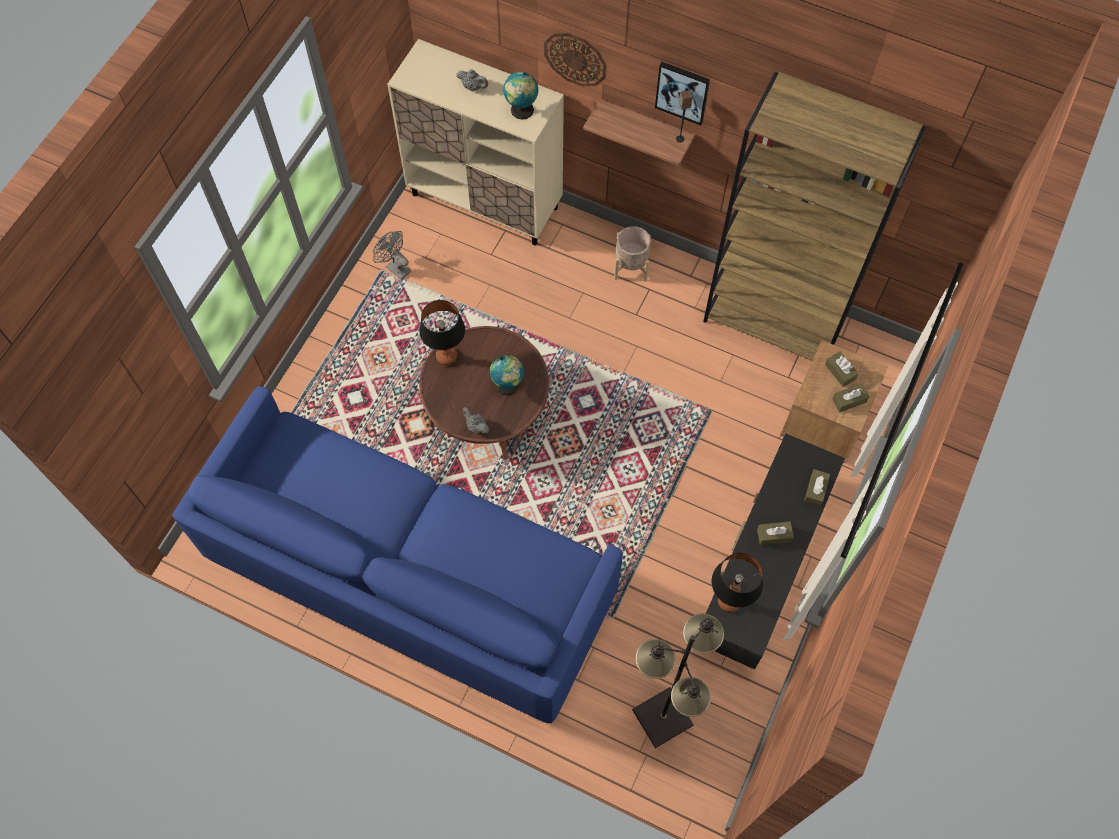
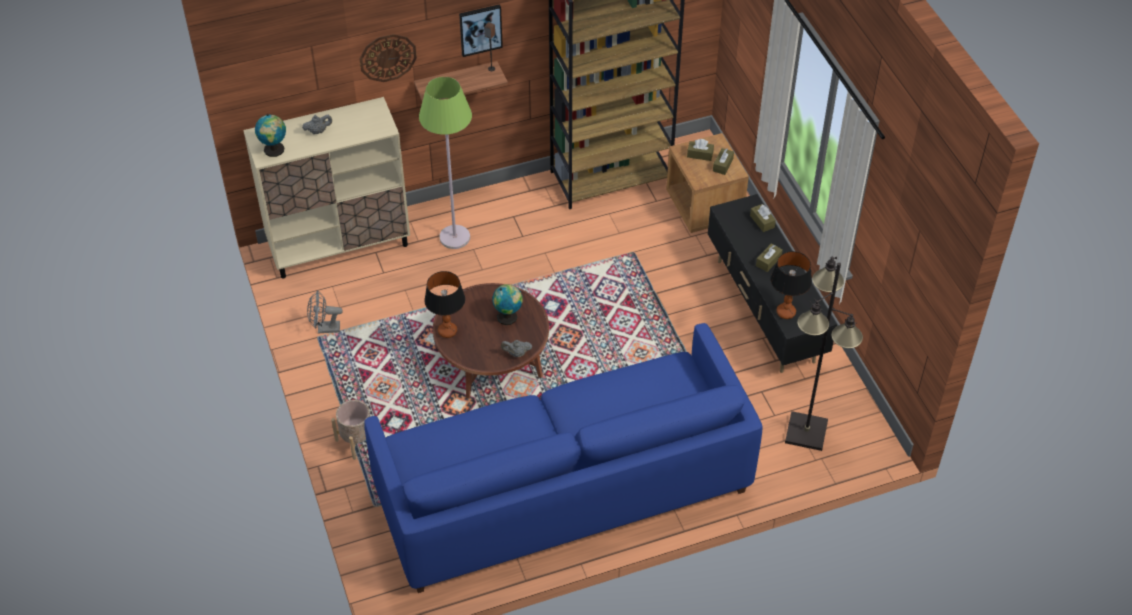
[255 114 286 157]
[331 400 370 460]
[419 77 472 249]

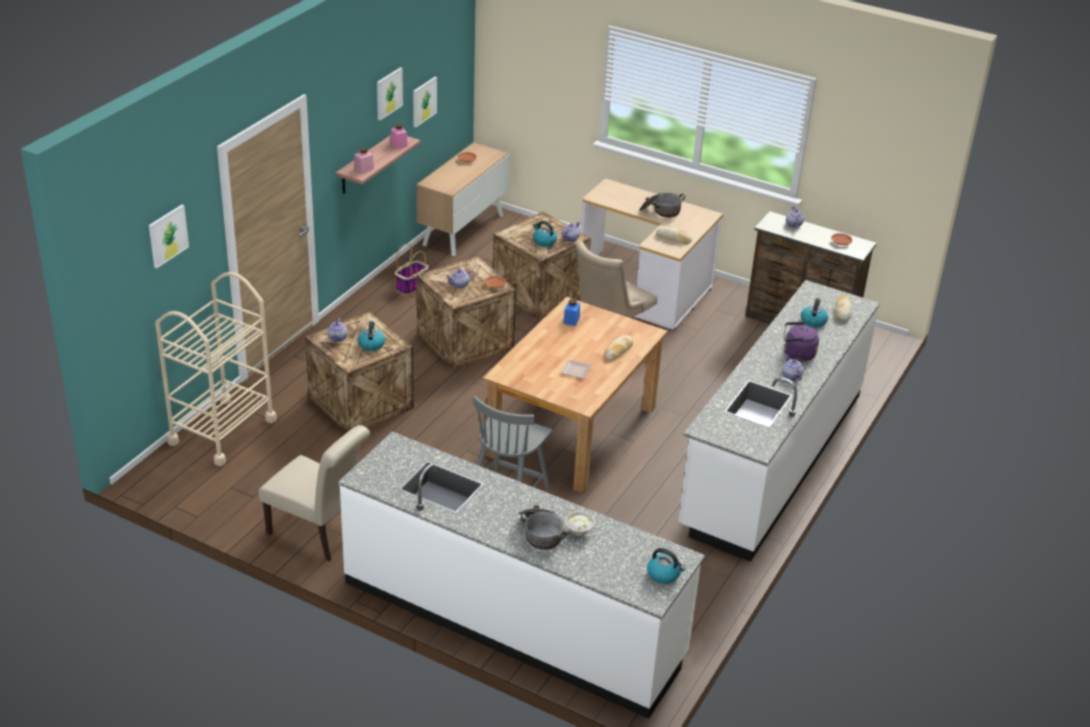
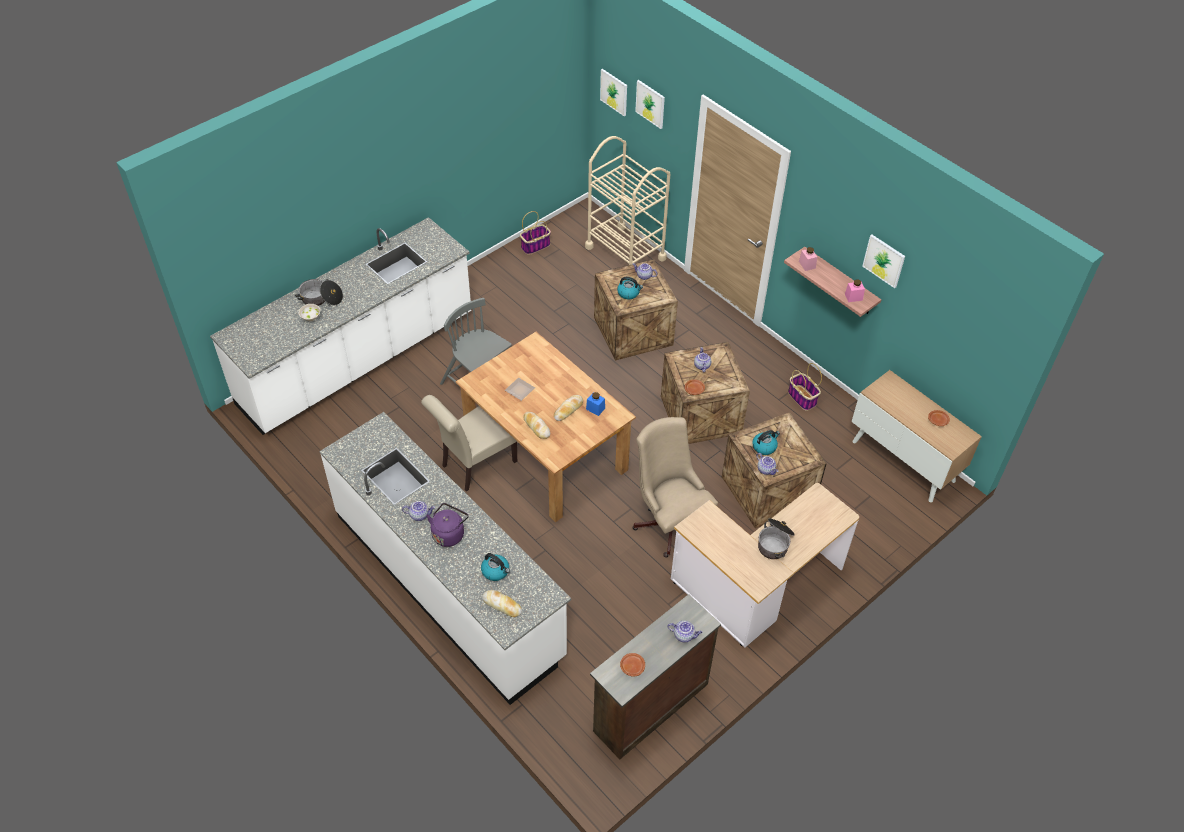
[421 395 517 492]
[600 69 627 116]
[647 548 685 584] (first image)
[554 395 583 421]
[520 211 551 255]

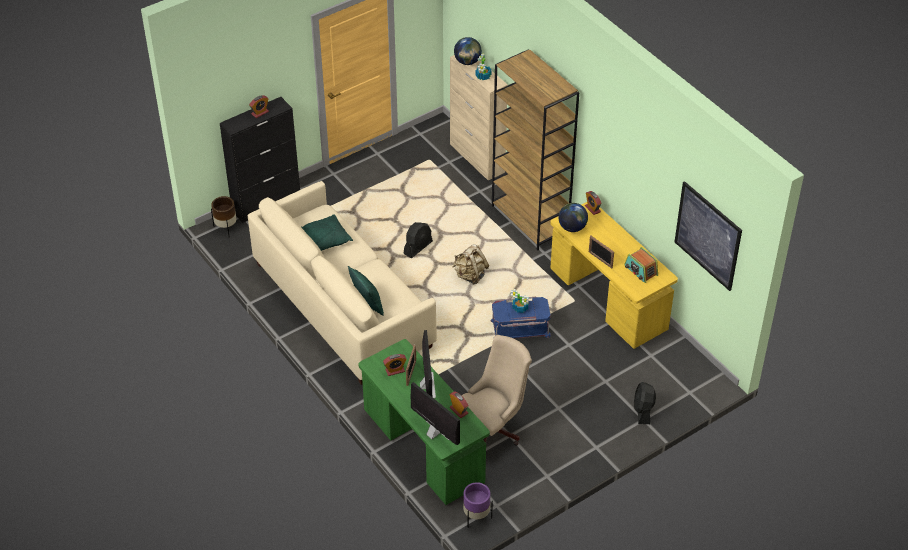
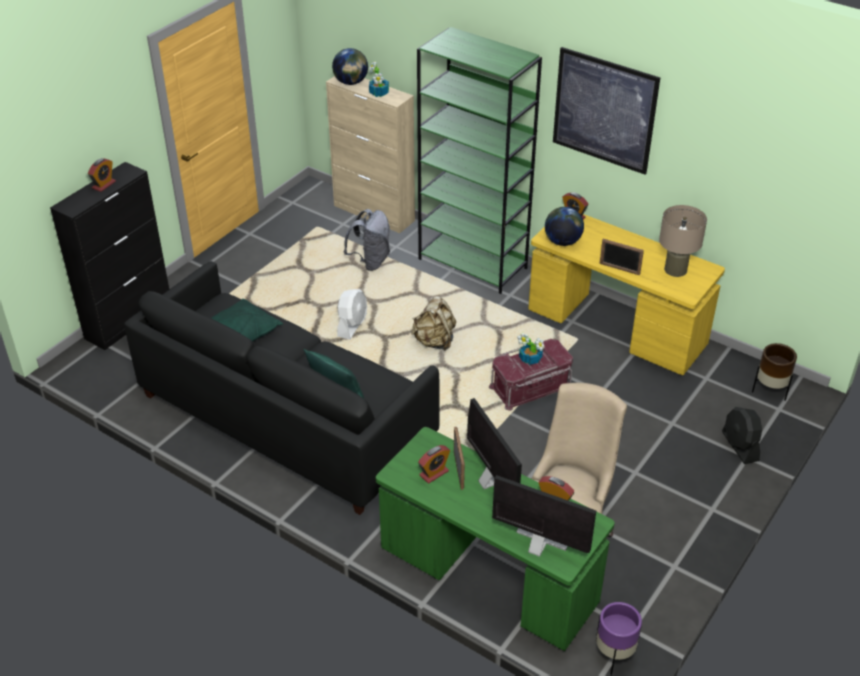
[752 343 797 401]
[124 261 440 515]
[337 289 367 340]
[489 339 573 411]
[417 27 542 294]
[659 205 707 277]
[553 47 660 174]
[344 209 390 271]

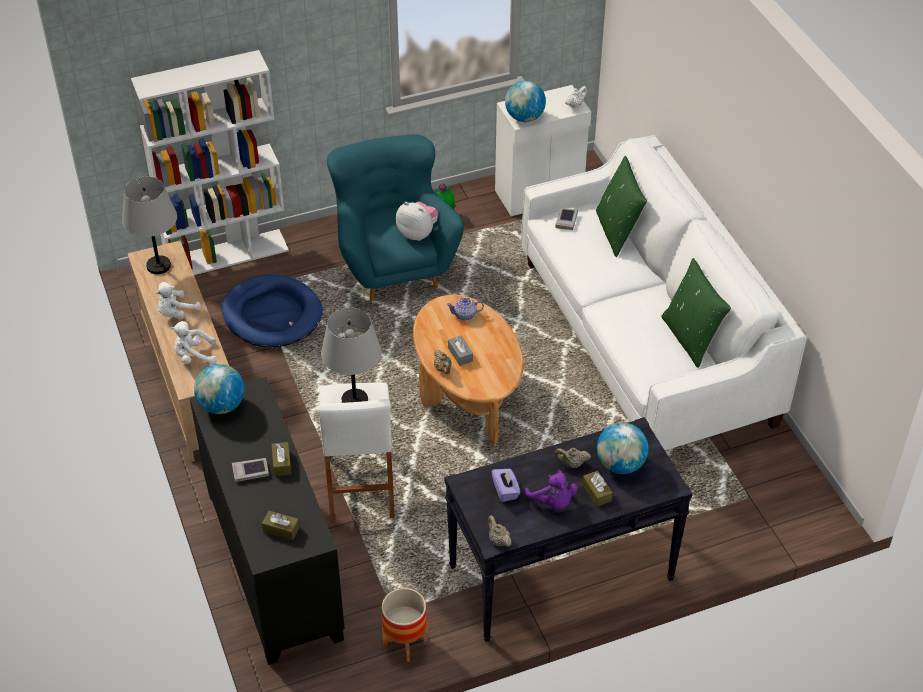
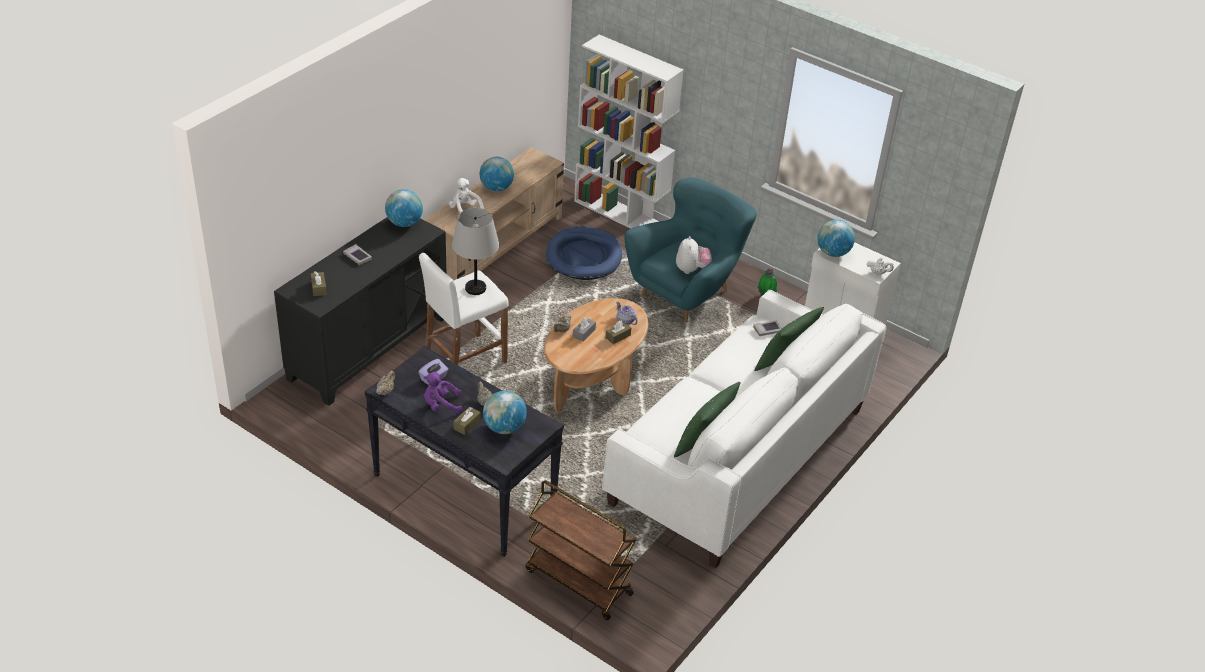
[122 177 177 274] (first image)
[480 157 514 191]
[605 321 631 344]
[382 588 428 662] (first image)
[424 372 462 414]
[525 480 636 620]

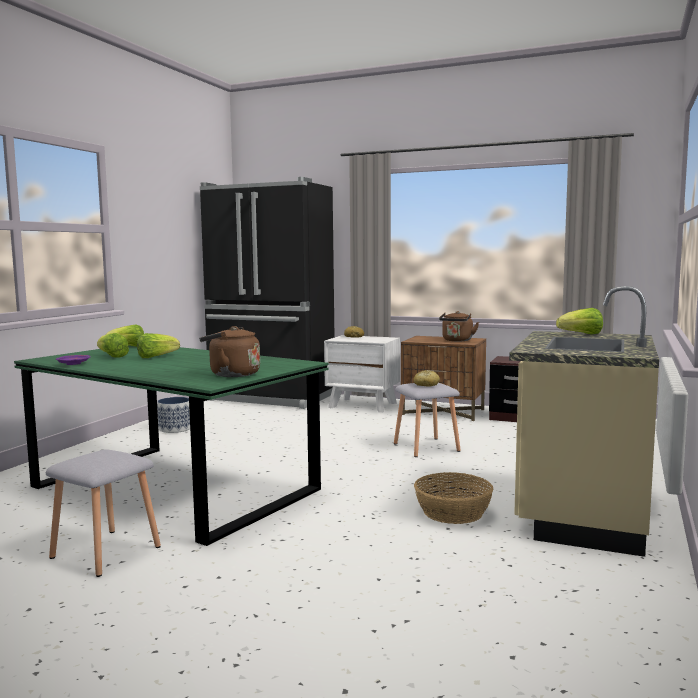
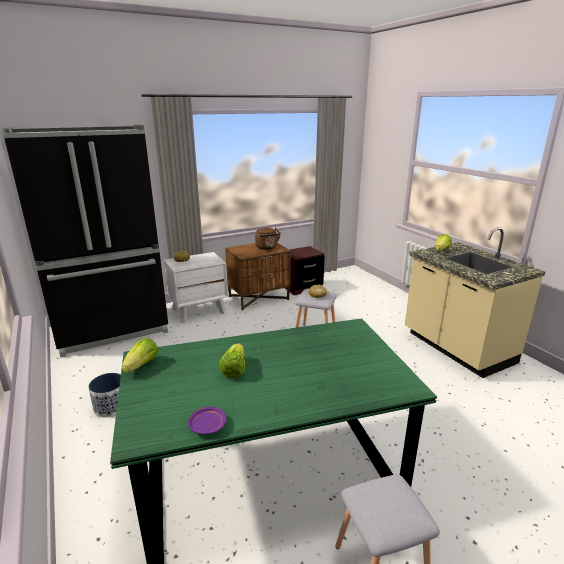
[97 333 129 358] (first image)
[199 326 260 377] (first image)
[414 472 494 524] (first image)

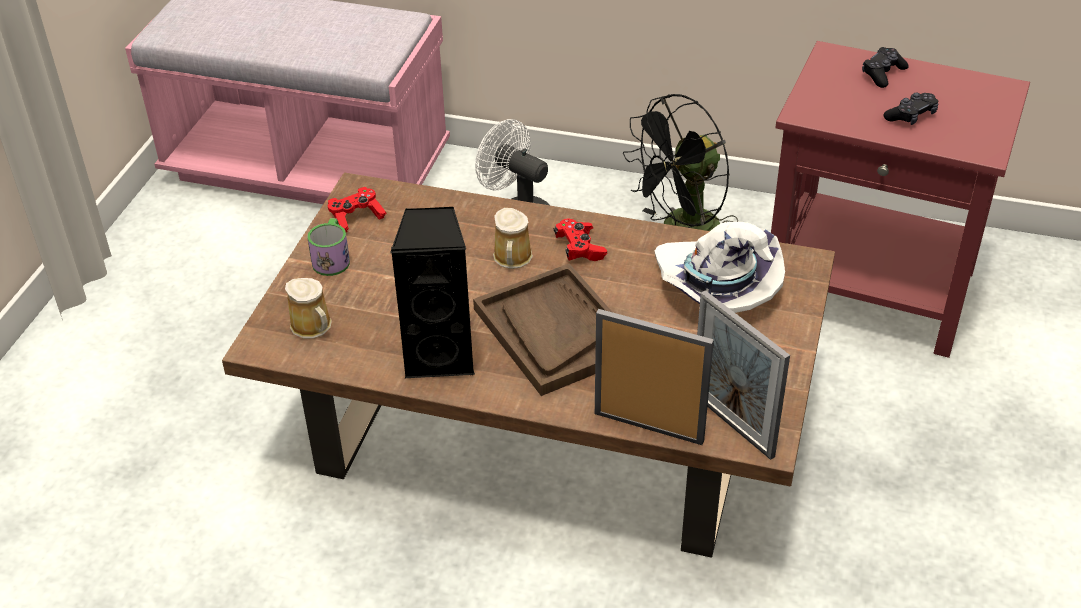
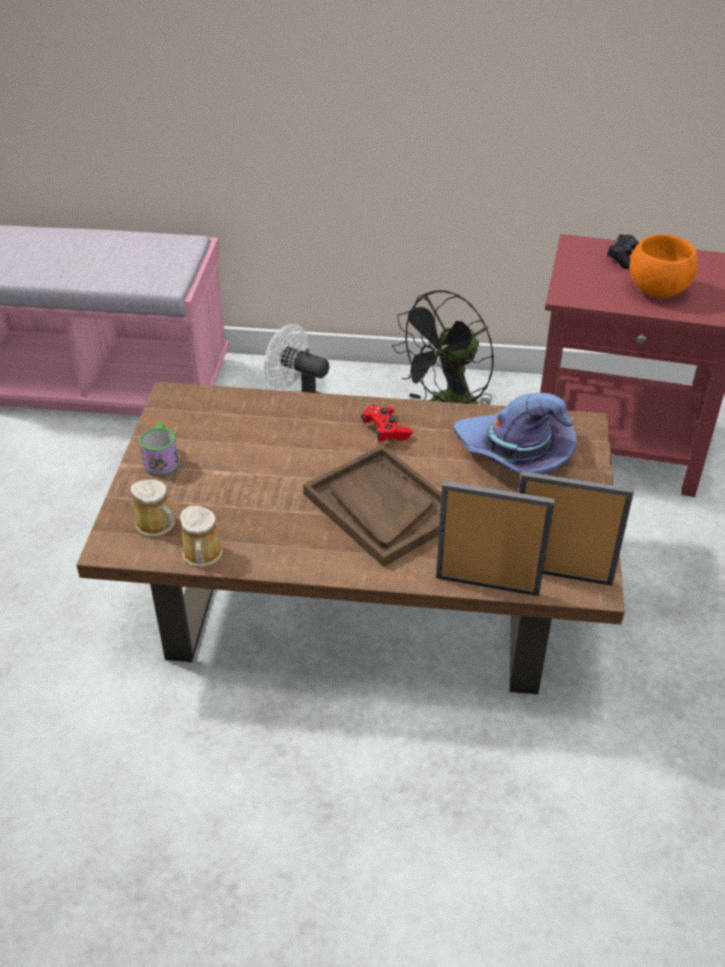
[328 187 386 232] (first image)
[390 207 475 378] (first image)
[180 506 223 567]
[454 393 577 474]
[519 471 634 586]
[630 234 698 298]

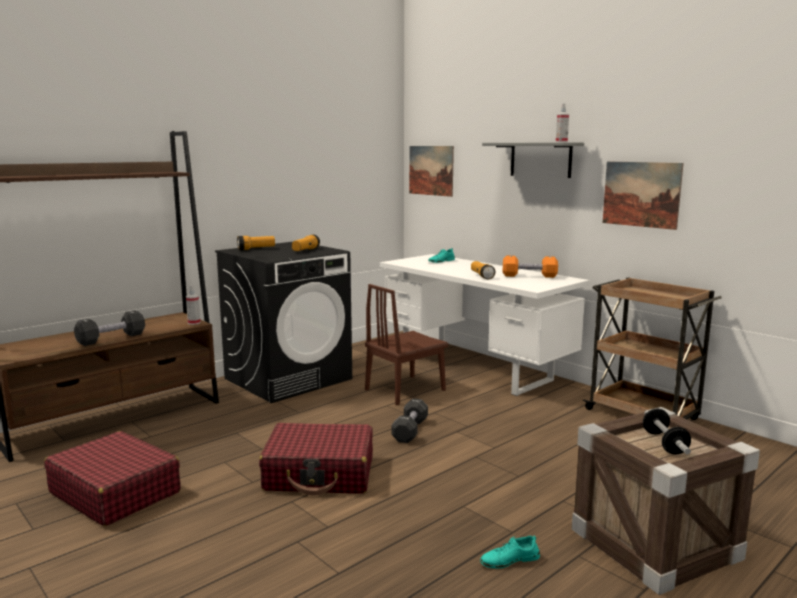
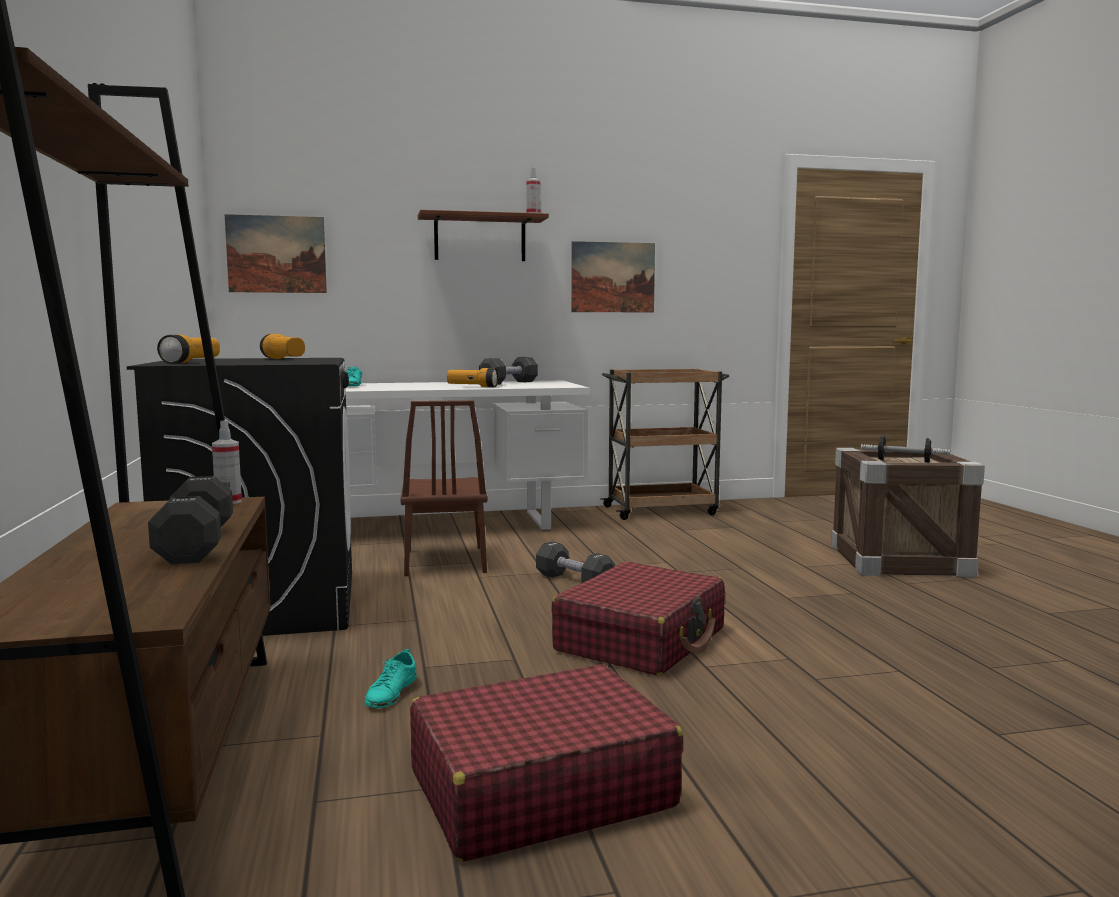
[365 649 417 708]
[418 210 549 261]
[479 357 538 385]

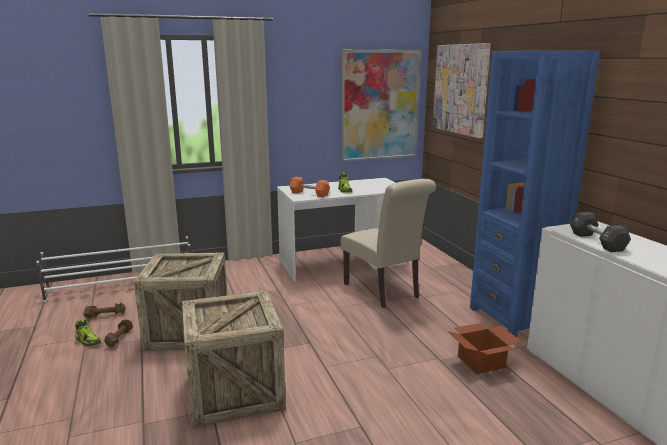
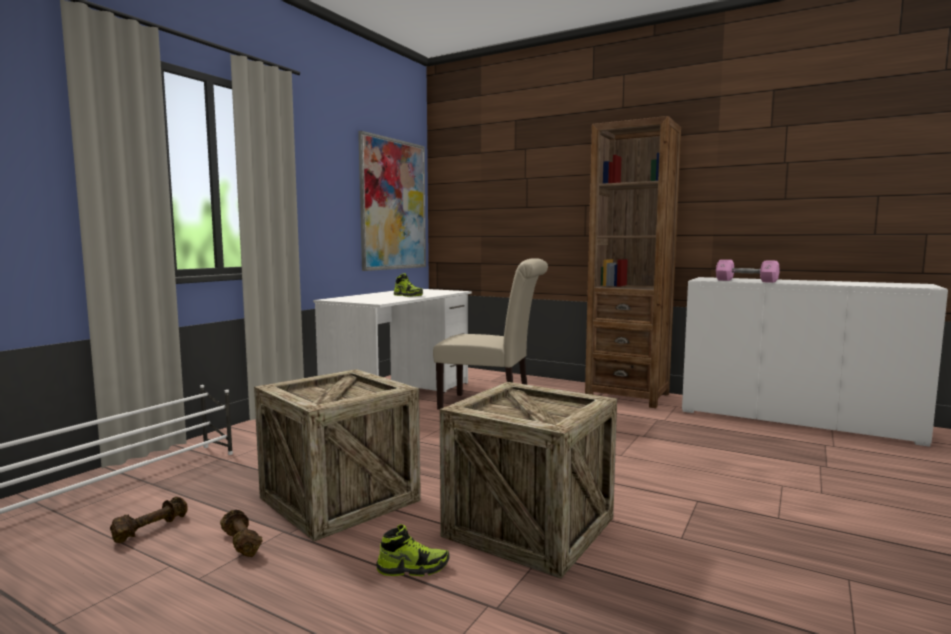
[376 524 450 576]
[290 177 330 197] (first image)
[433 43 491 138] (first image)
[447 323 522 374] (first image)
[585 116 681 408]
[716 260 780 283]

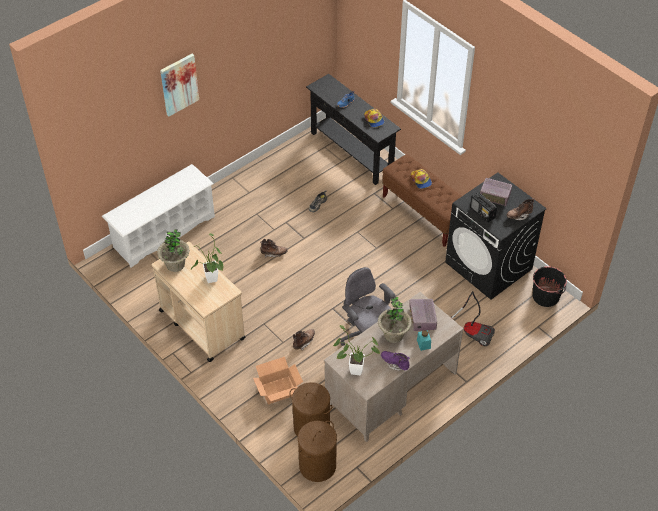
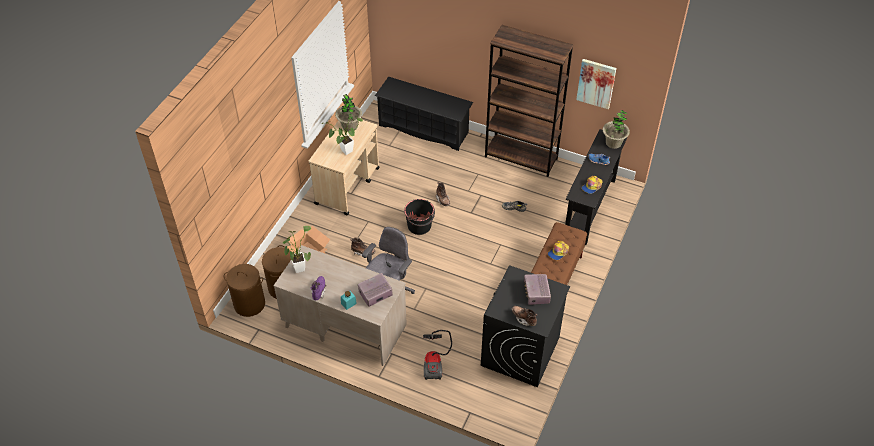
[375 77 473 151]
[576 59 616 109]
[602 110 630 149]
[470 192 497 222] (first image)
[404 199 435 235]
[485 25 574 177]

